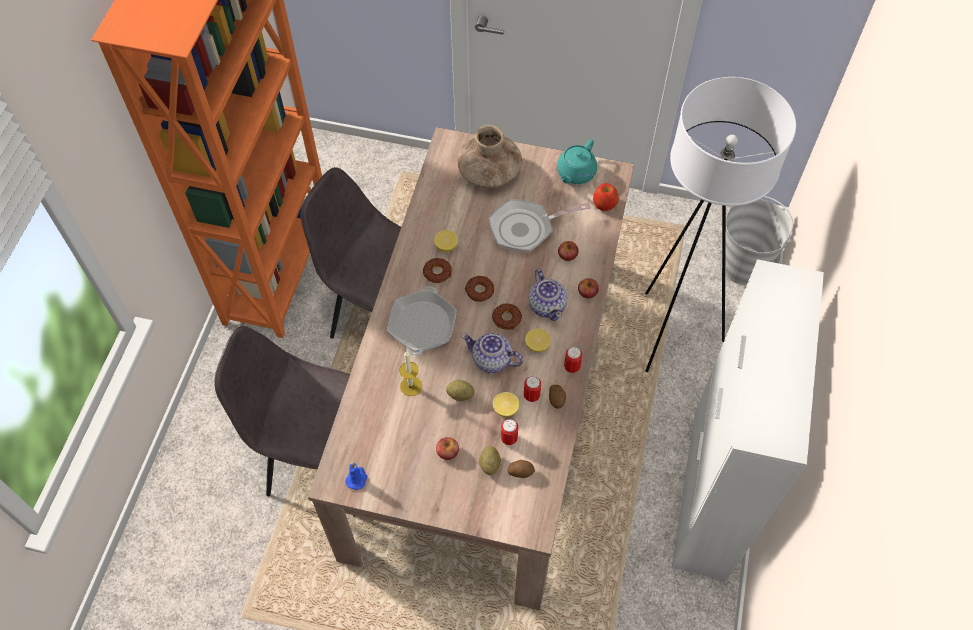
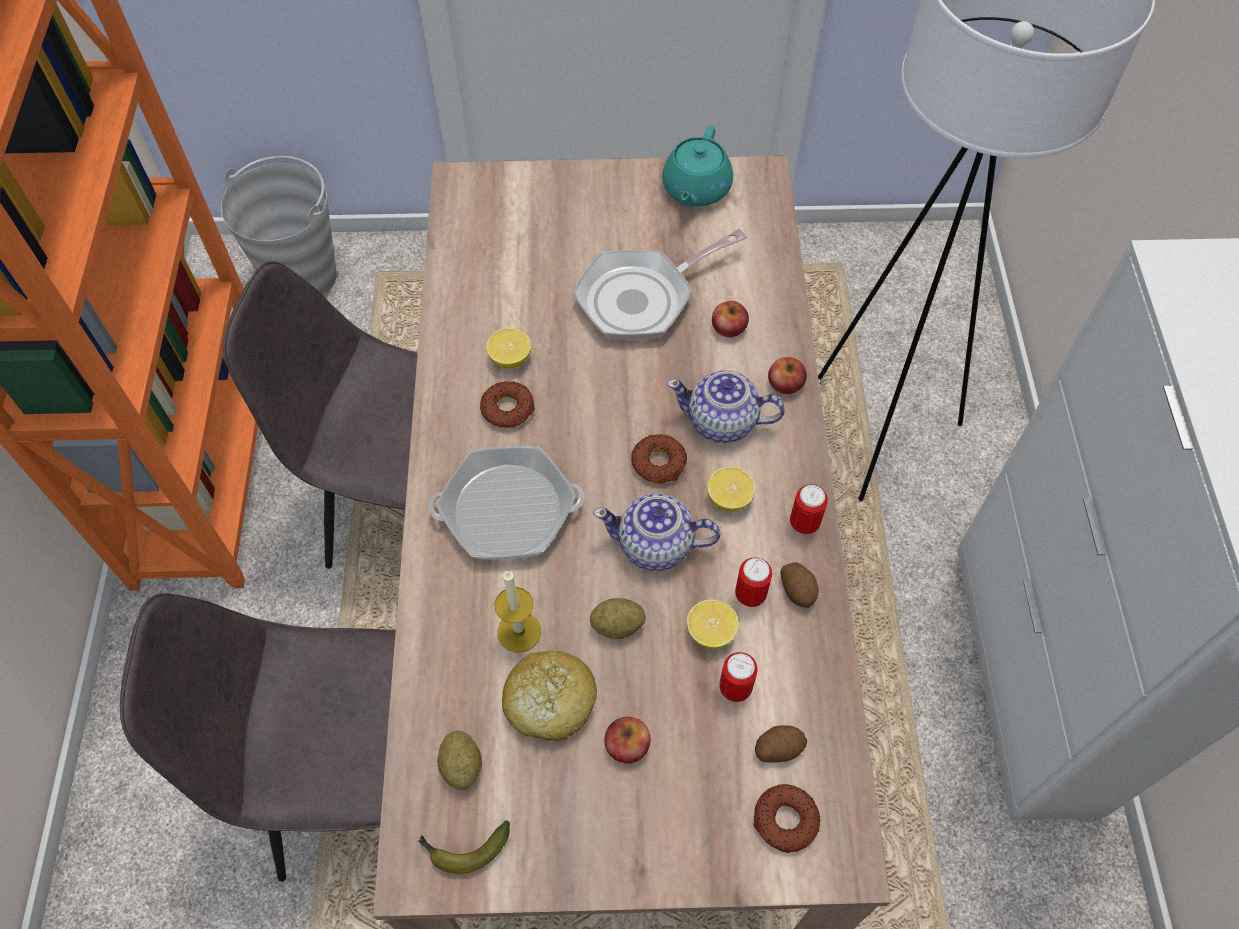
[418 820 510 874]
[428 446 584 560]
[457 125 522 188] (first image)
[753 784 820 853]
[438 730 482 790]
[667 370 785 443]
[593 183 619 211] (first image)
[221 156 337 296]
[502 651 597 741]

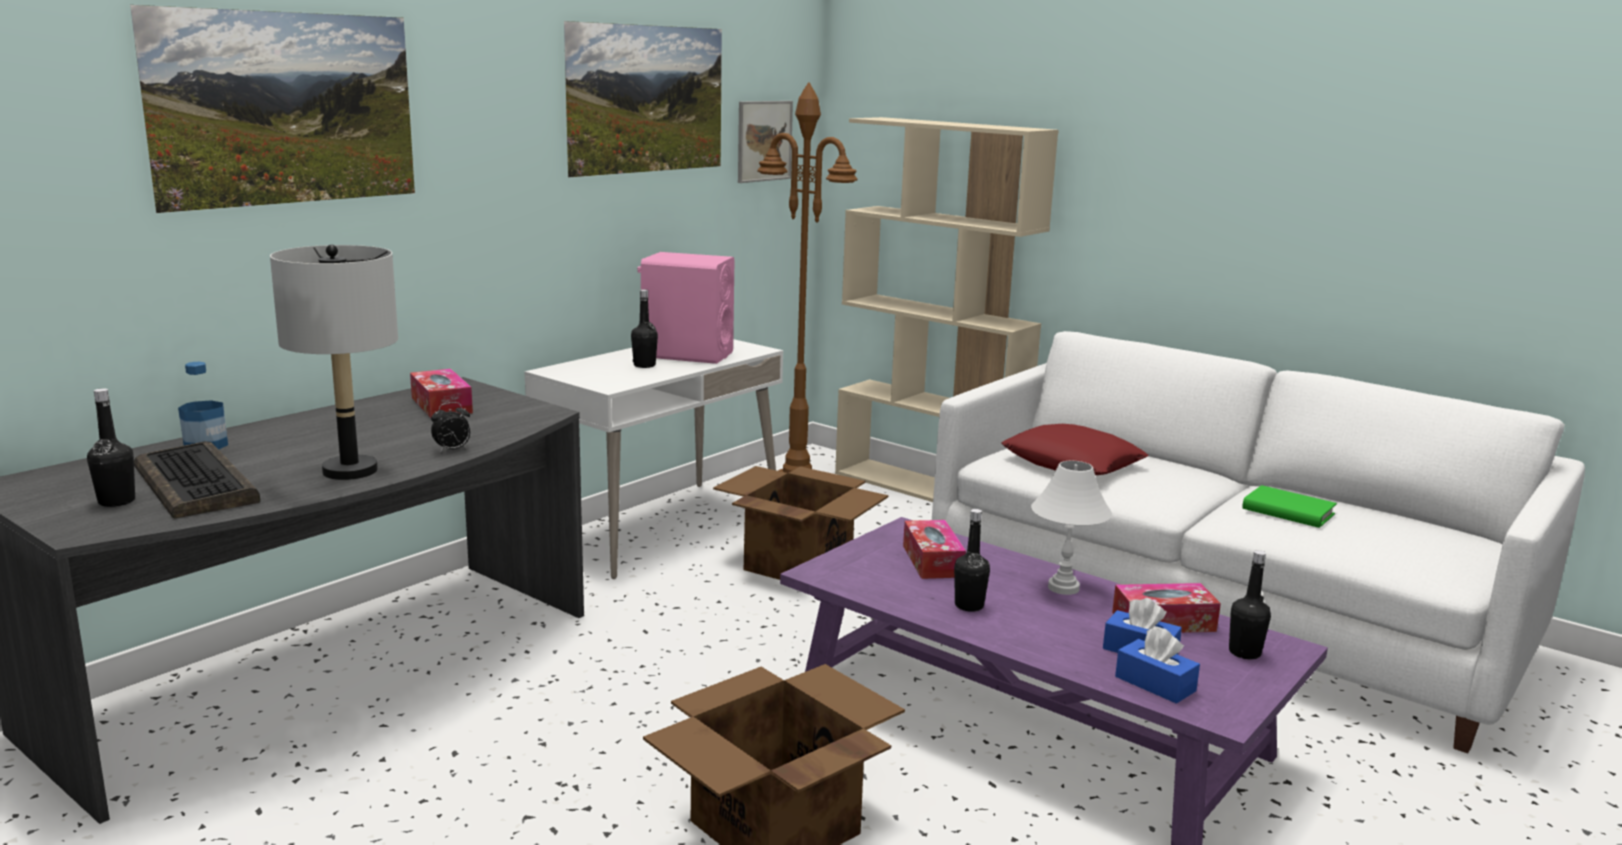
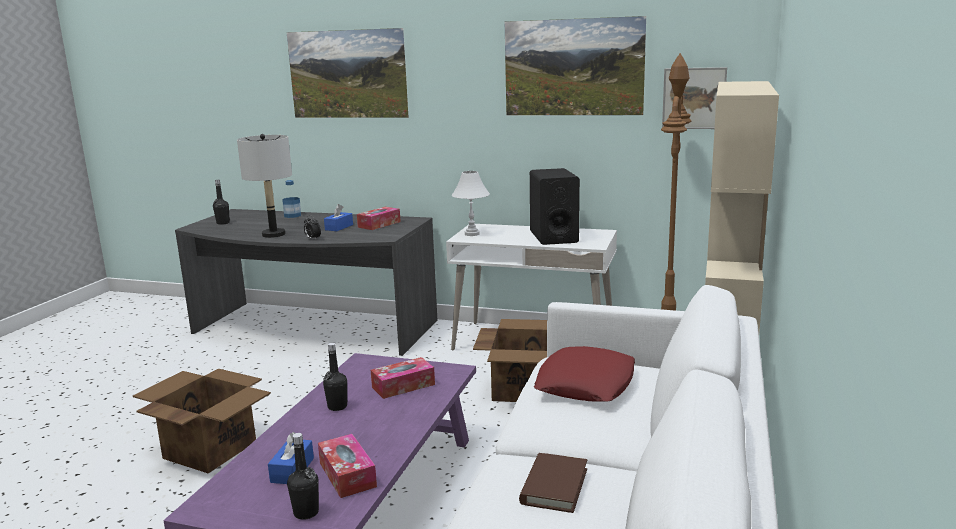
[134 441 260 519] (first image)
[631 289 658 368] (first image)
[530 168 580 245]
[452 171 490 236]
[324 204 353 231]
[519 453 587 513]

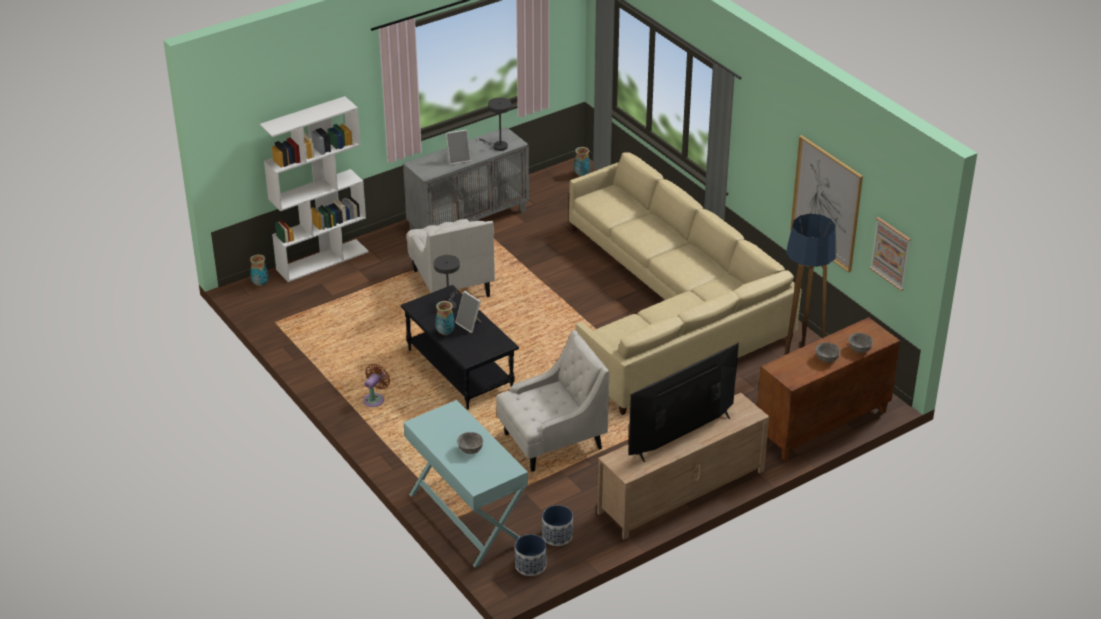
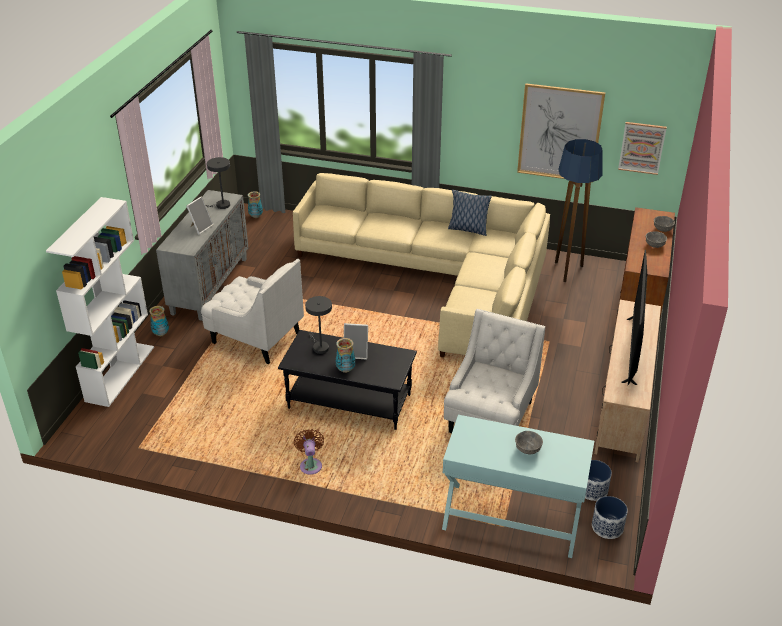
[149 306 169 336]
[448 190 492 236]

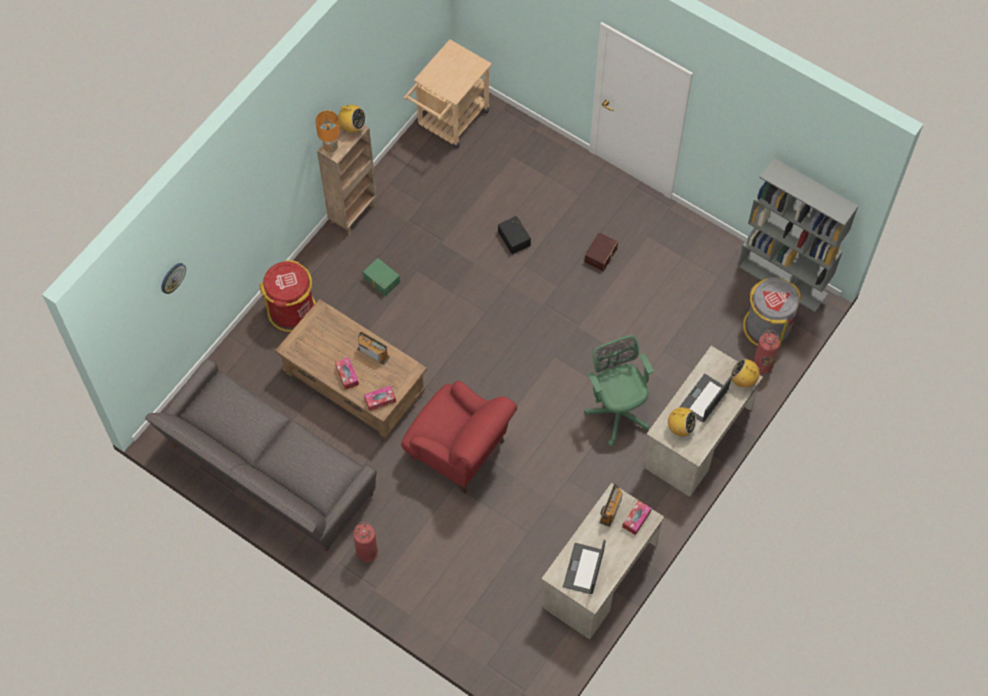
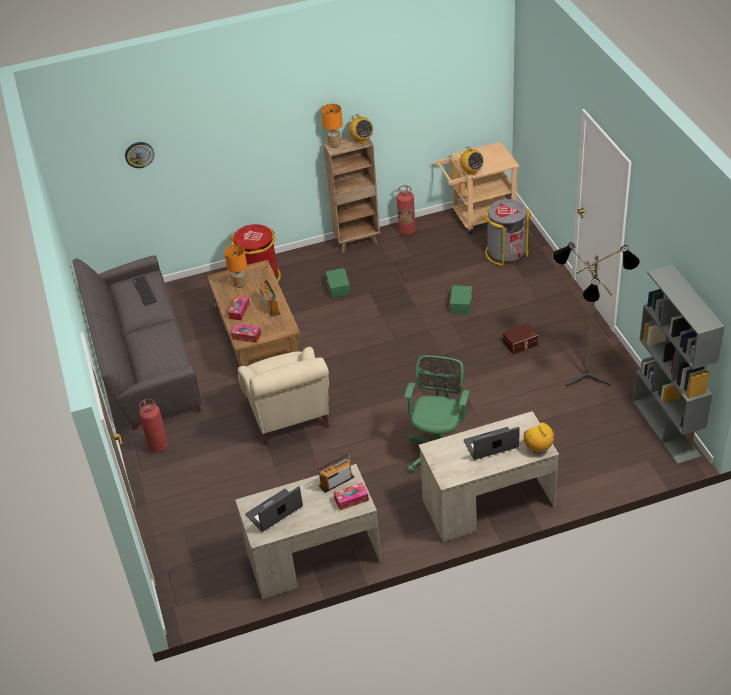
[238 347 329 446]
[450 285 473 314]
[460 147 484 175]
[485 199 531 266]
[397 185 416 235]
[133 276 157 306]
[224 245 247 288]
[553 242 640 387]

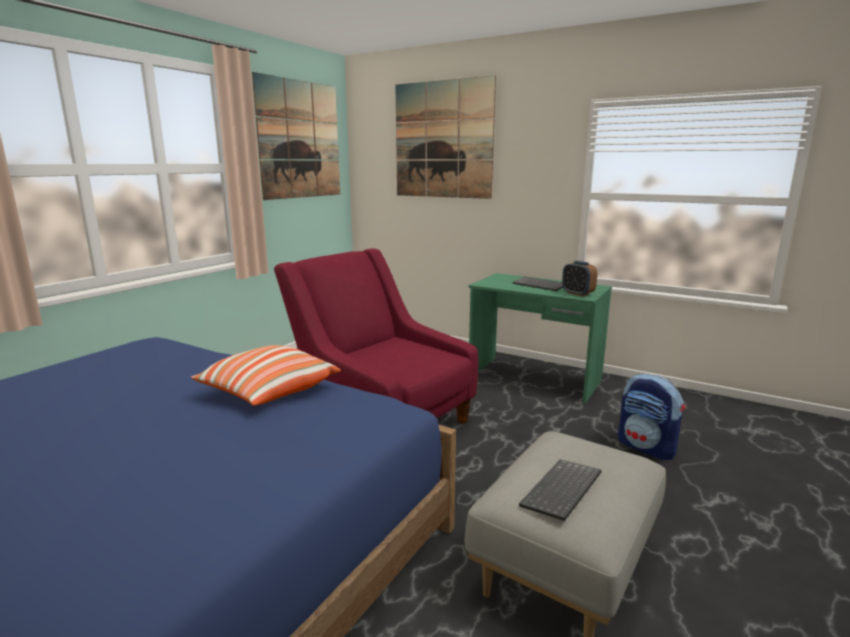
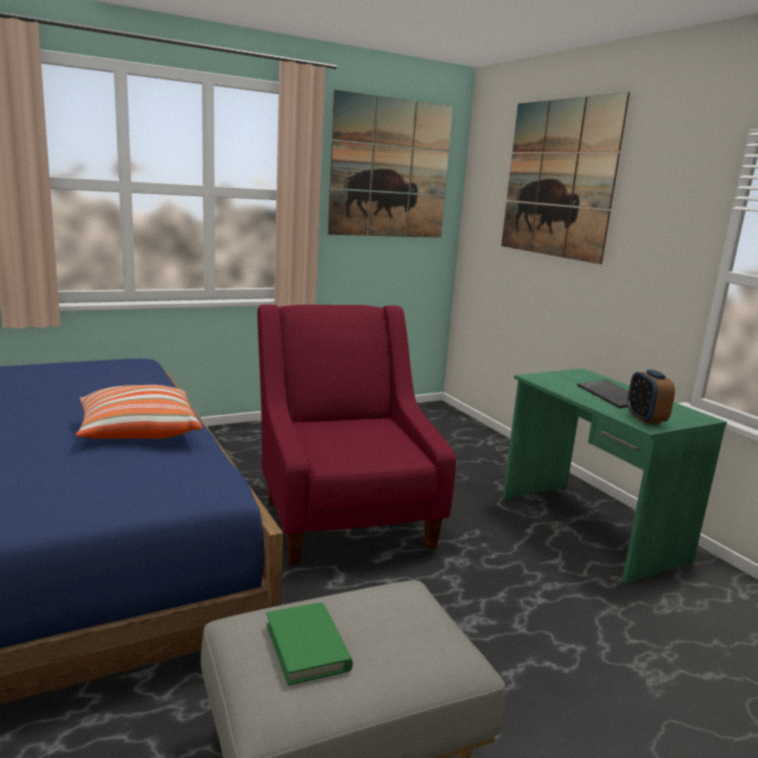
[266 602 353 685]
[618 373 685 460] (first image)

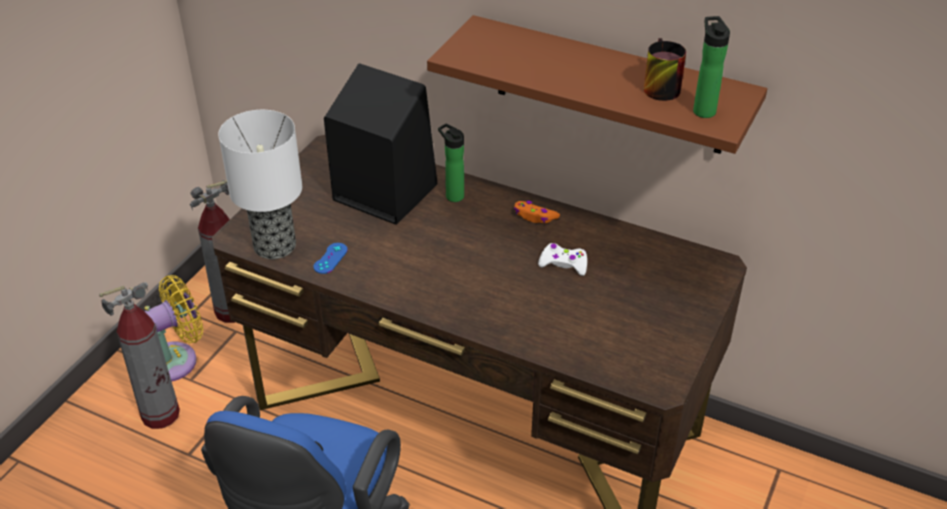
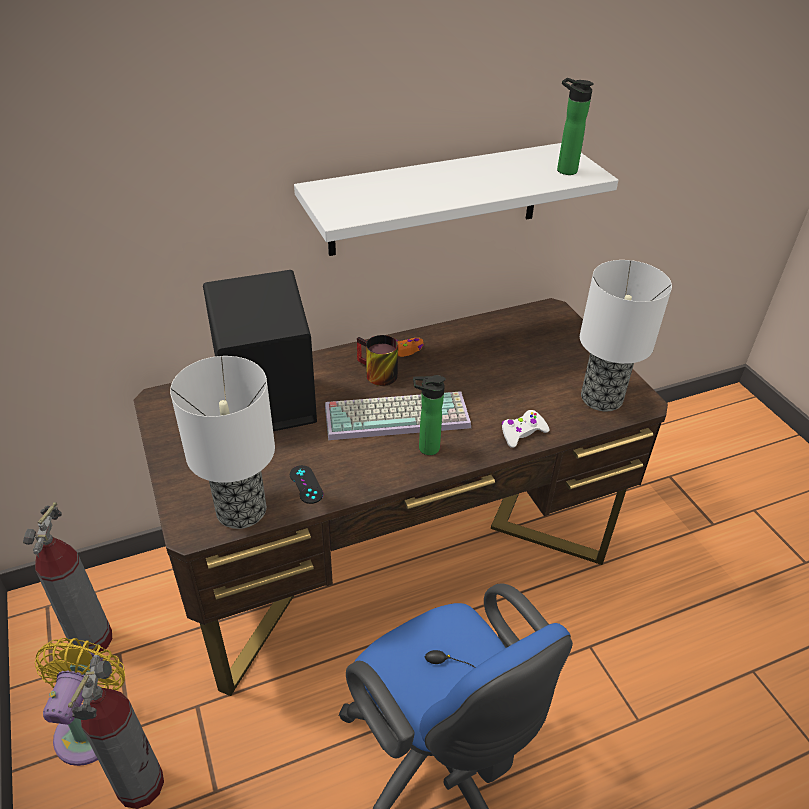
[290 465 323 504]
[294 143 618 256]
[413 375 446 455]
[501 410 550 448]
[357 335 398 386]
[325 391 471 440]
[580 260 672 411]

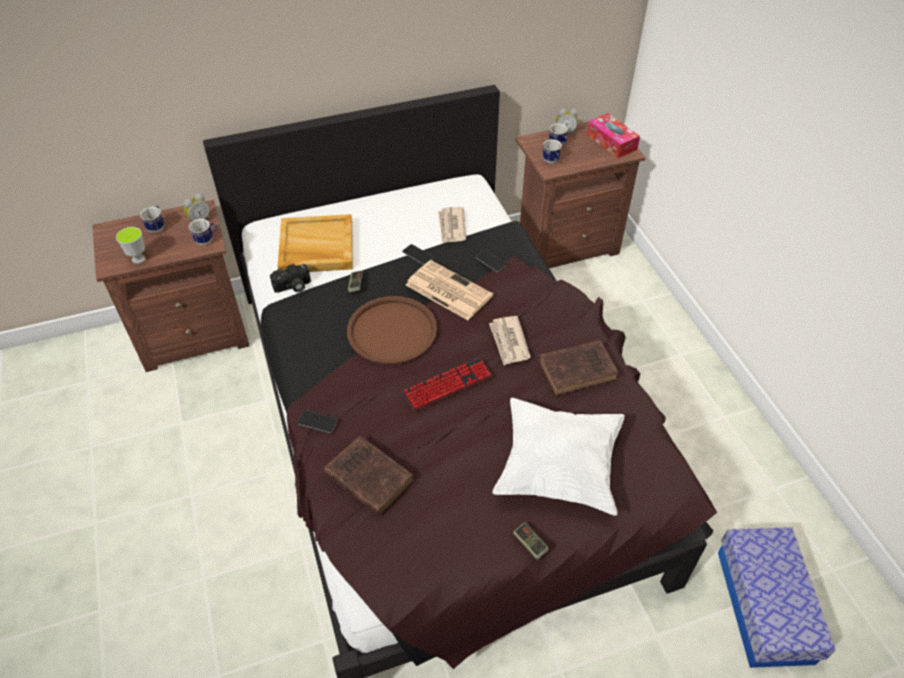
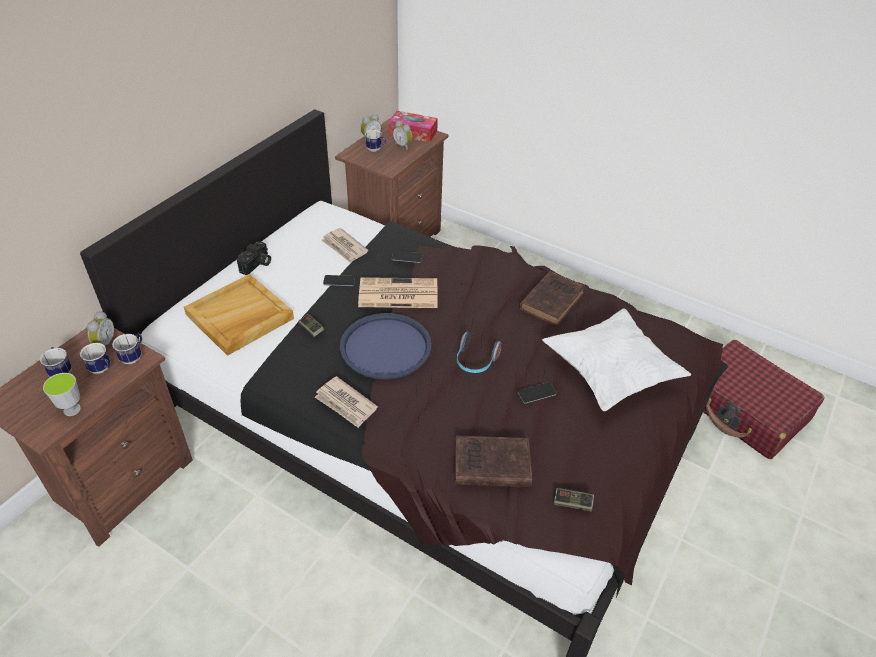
[237 241 271 275]
[518 382 556 404]
[340 313 431 380]
[457 332 502 373]
[315 376 378 428]
[554 487 594 512]
[80 343 110 374]
[703 340 825 459]
[393 121 412 150]

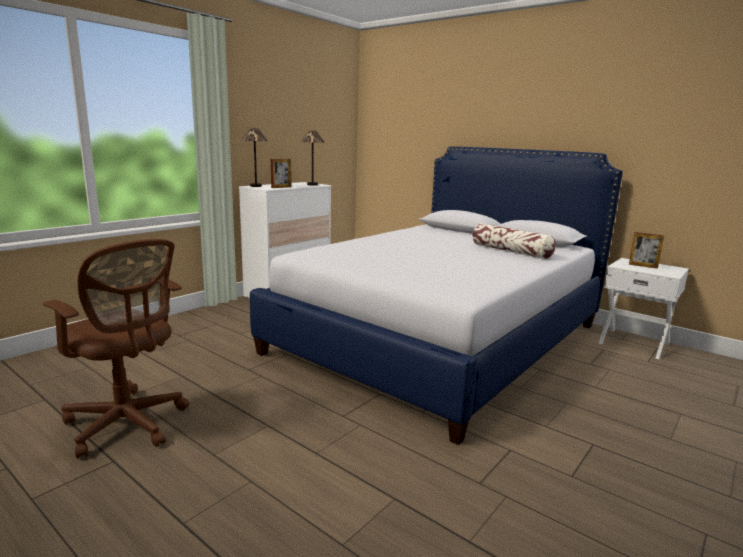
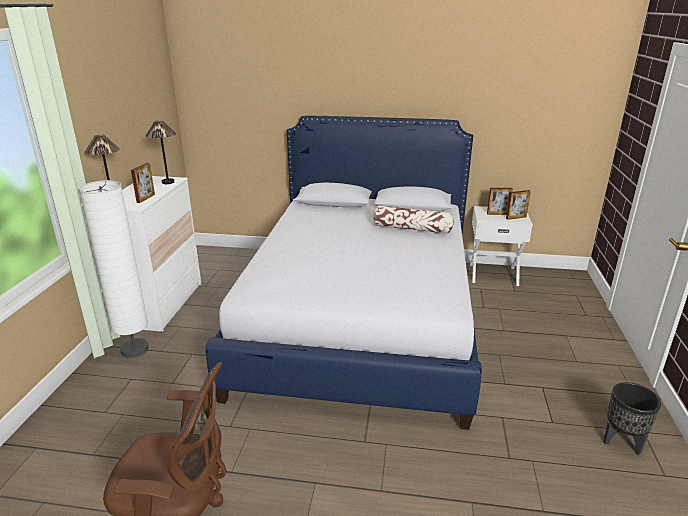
[79 180 148 358]
[506 190 531 220]
[603 382 661 455]

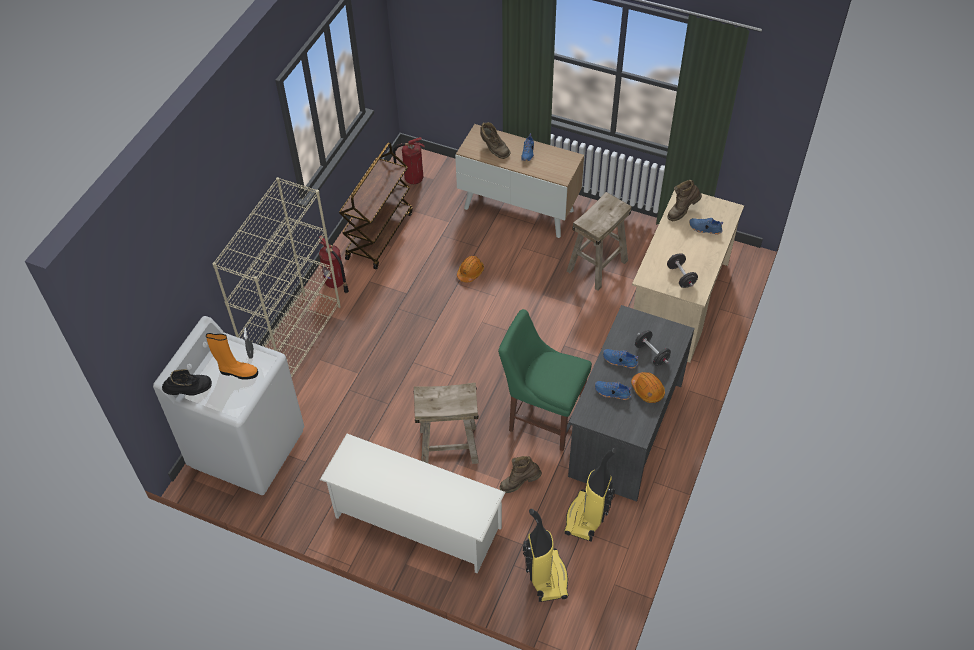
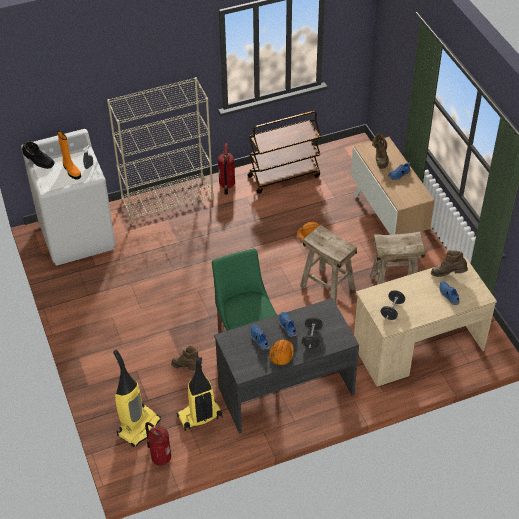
[320 434 505 574] (first image)
[145 422 171 466]
[300 225 357 303]

